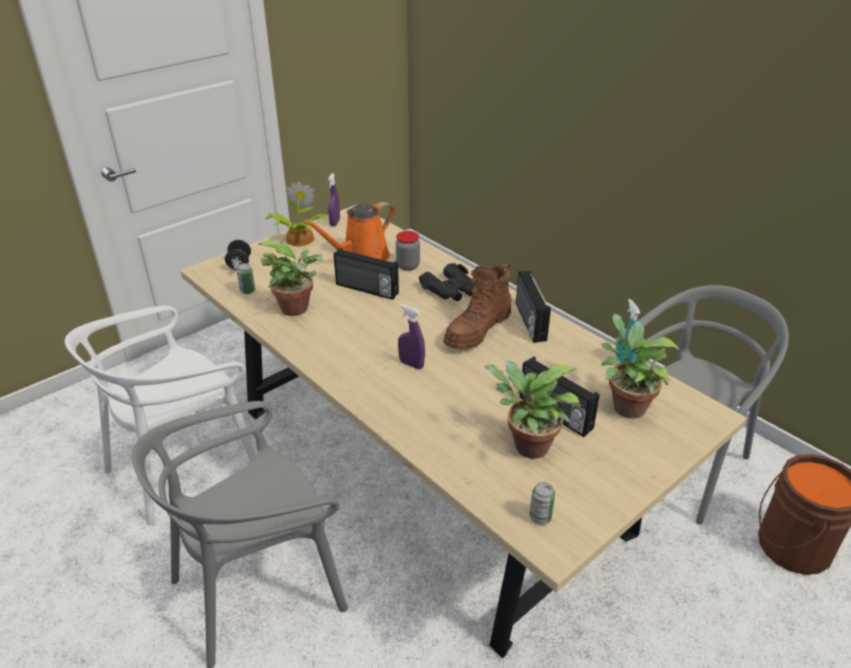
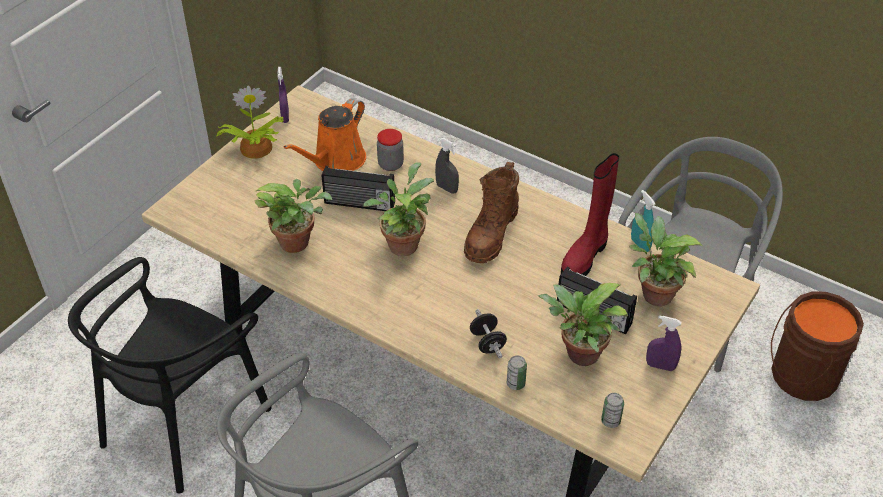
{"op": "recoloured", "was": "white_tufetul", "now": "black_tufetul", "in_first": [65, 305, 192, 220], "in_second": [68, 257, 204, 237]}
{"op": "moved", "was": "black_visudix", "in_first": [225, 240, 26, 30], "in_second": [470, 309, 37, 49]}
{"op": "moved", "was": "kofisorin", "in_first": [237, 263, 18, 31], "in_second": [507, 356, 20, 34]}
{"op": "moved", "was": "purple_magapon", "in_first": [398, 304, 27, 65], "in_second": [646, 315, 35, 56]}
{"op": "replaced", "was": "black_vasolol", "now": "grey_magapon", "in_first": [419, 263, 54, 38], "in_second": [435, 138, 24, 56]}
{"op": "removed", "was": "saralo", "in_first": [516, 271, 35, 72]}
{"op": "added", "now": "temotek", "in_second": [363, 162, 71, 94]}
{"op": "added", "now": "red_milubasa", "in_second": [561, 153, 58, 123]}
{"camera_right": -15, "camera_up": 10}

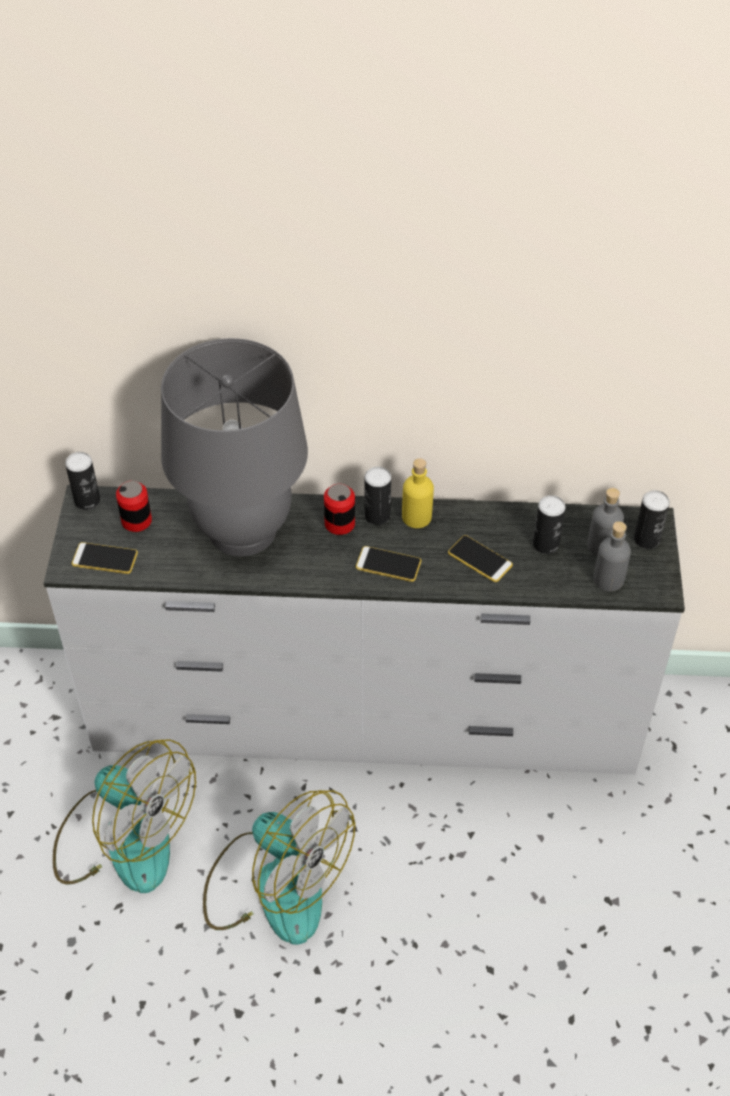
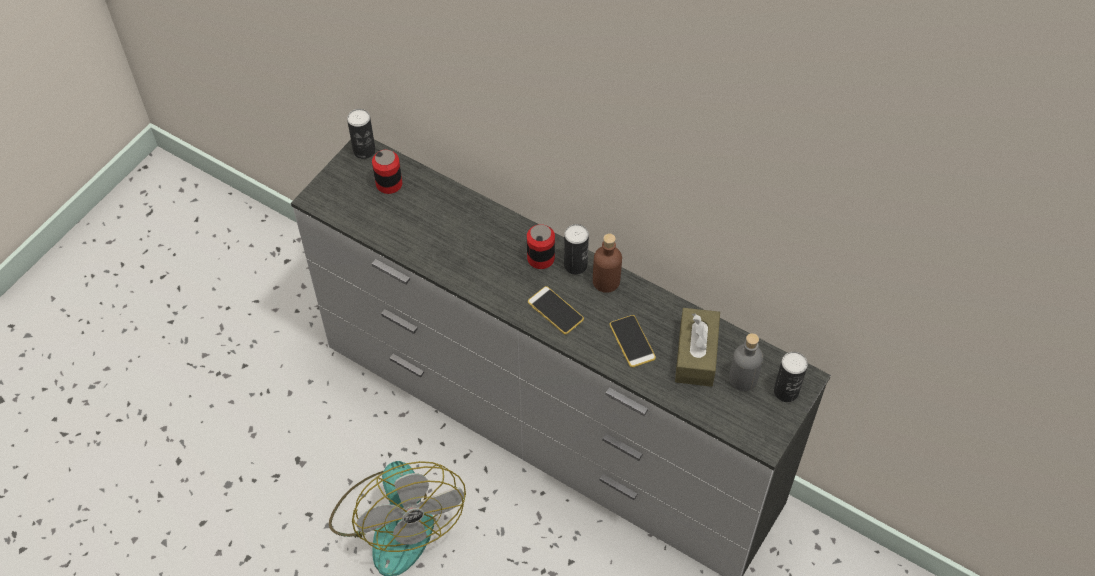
{"op": "removed", "was": "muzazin", "in_first": [53, 739, 143, 154]}
{"op": "removed", "was": "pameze", "in_first": [72, 542, 66, 32]}
{"op": "removed", "was": "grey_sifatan", "in_first": [161, 338, 147, 218]}
{"op": "recoloured", "was": "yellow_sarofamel", "now": "brown_sarofamel", "in_first": [402, 458, 32, 70], "in_second": [593, 233, 29, 60]}
{"op": "replaced", "was": "kofisorin", "now": "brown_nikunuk", "in_first": [533, 495, 33, 59], "in_second": [675, 308, 45, 79]}
{"op": "removed", "was": "grey_sarofamel", "in_first": [594, 521, 37, 71]}
{"camera_right": 30, "camera_up": 5}

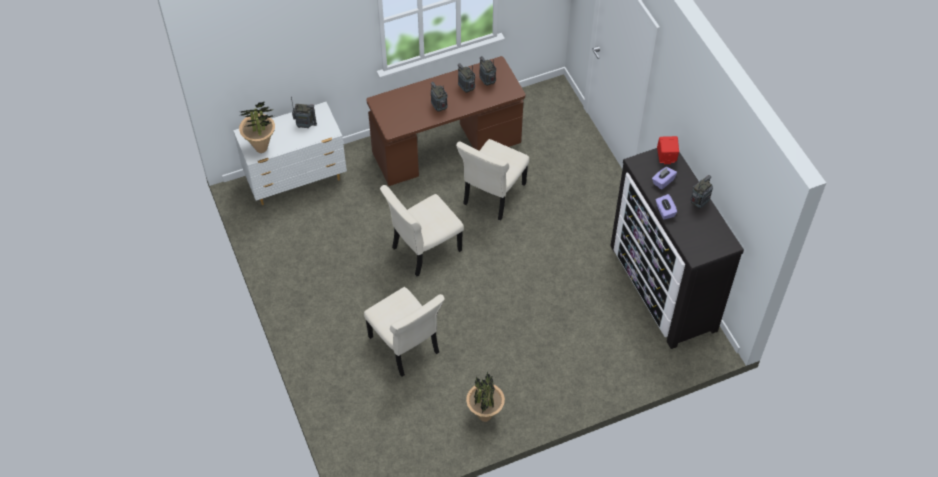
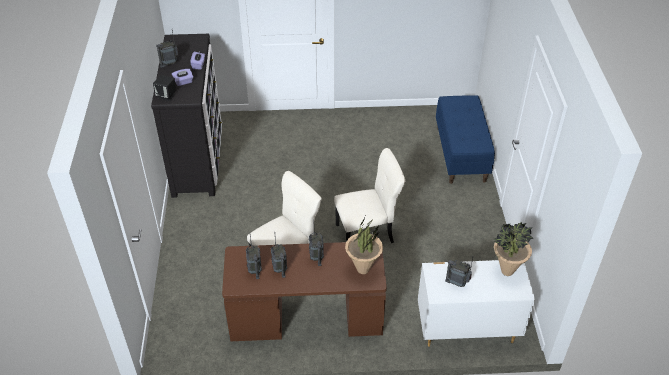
{"op": "removed", "was": "beige_tufetul", "in_first": [364, 287, 81, 90]}
{"op": "moved", "was": "temotek", "in_first": [466, 371, 39, 51], "in_second": [345, 218, 38, 56]}
{"op": "recoloured", "was": "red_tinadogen", "now": "black_tinadogen", "in_first": [657, 136, 22, 28], "in_second": [153, 75, 23, 26]}
{"op": "added", "now": "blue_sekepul", "in_second": [436, 95, 59, 89]}
{"camera_right": -160, "camera_up": -10}

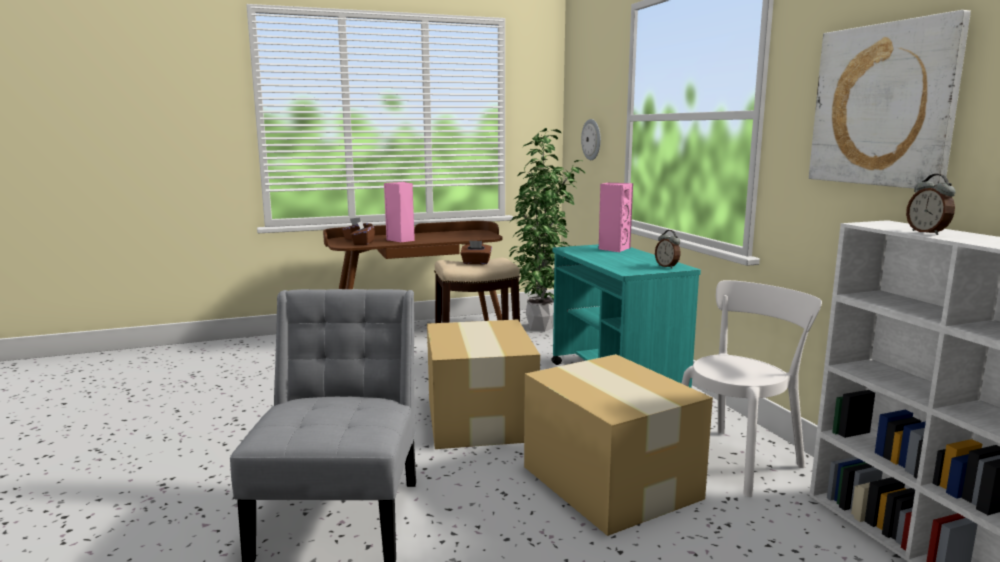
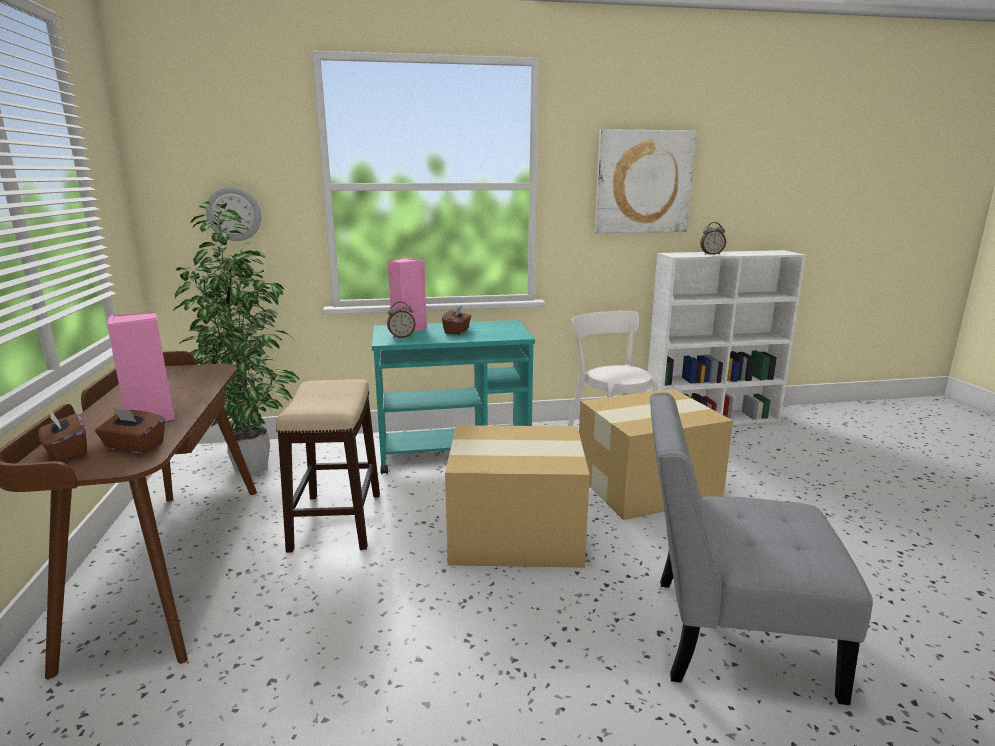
{"op": "moved", "was": "brown_nikunuk", "in_first": [460, 240, 32, 24], "in_second": [442, 305, 29, 30]}
{"op": "moved", "was": "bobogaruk", "in_first": [655, 230, 25, 38], "in_second": [387, 301, 28, 37]}
{"camera_right": -80, "camera_up": 5}

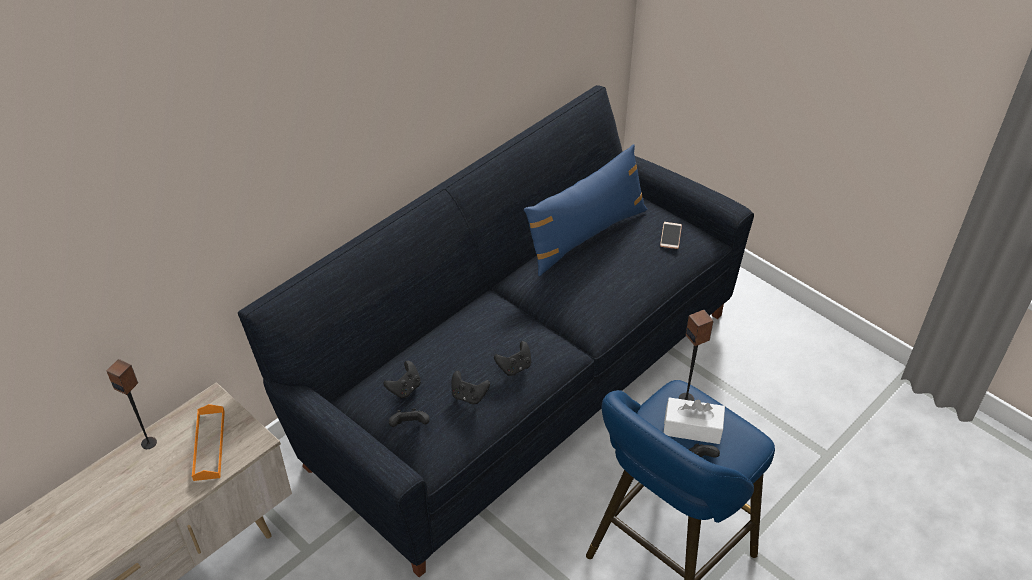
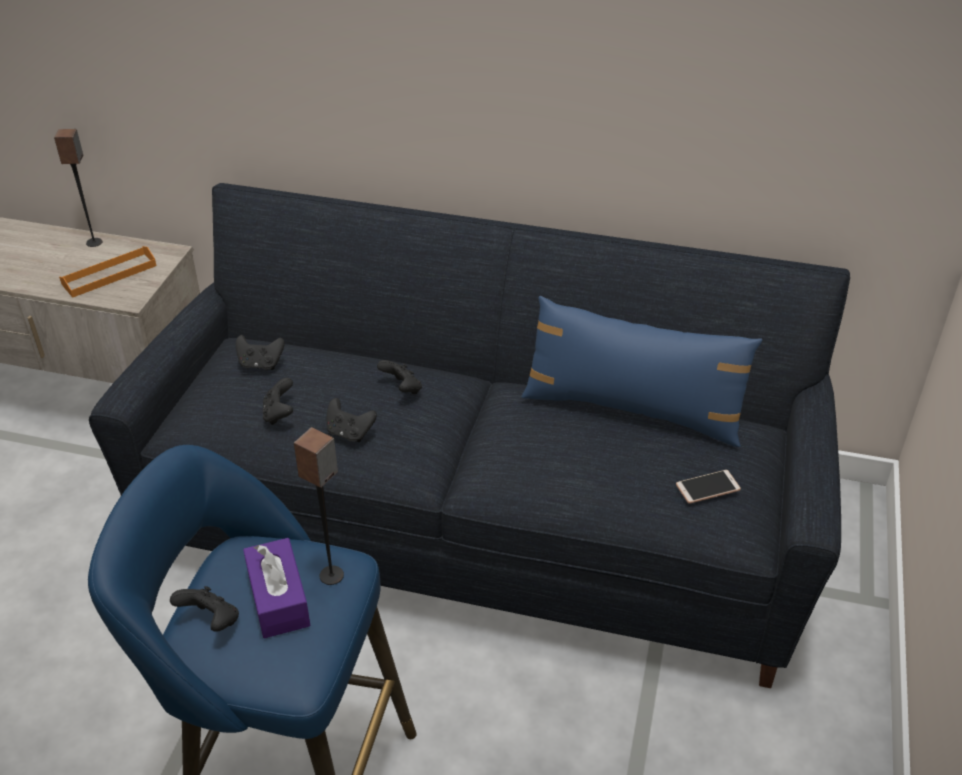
{"op": "moved", "was": "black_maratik", "in_first": [389, 409, 41, 18], "in_second": [377, 360, 45, 34]}
{"op": "recoloured", "was": "white_nikunuk", "now": "purple_nikunuk", "in_first": [664, 397, 61, 47], "in_second": [243, 538, 67, 100]}
{"camera_right": 60, "camera_up": -5}

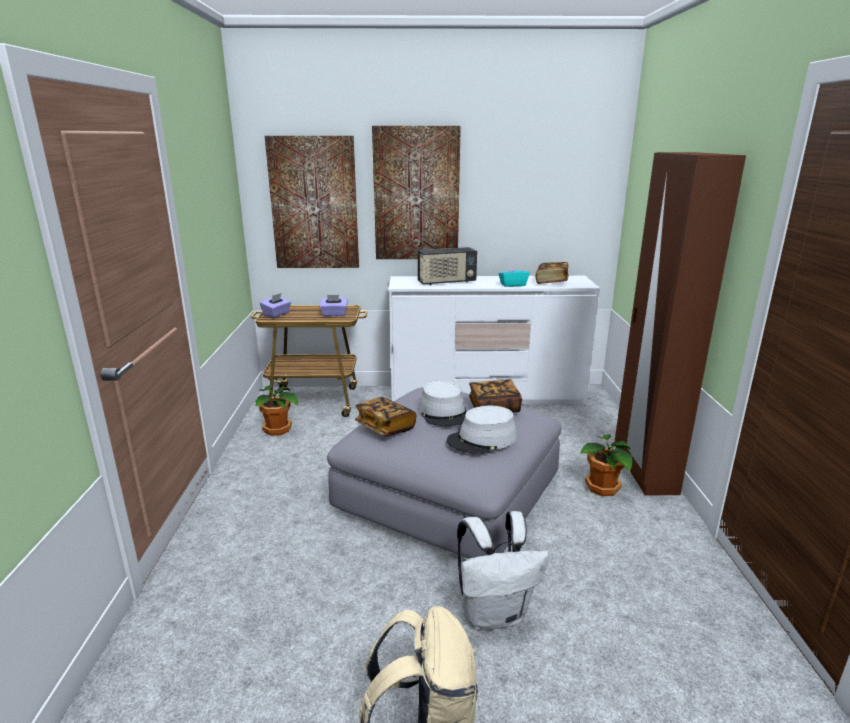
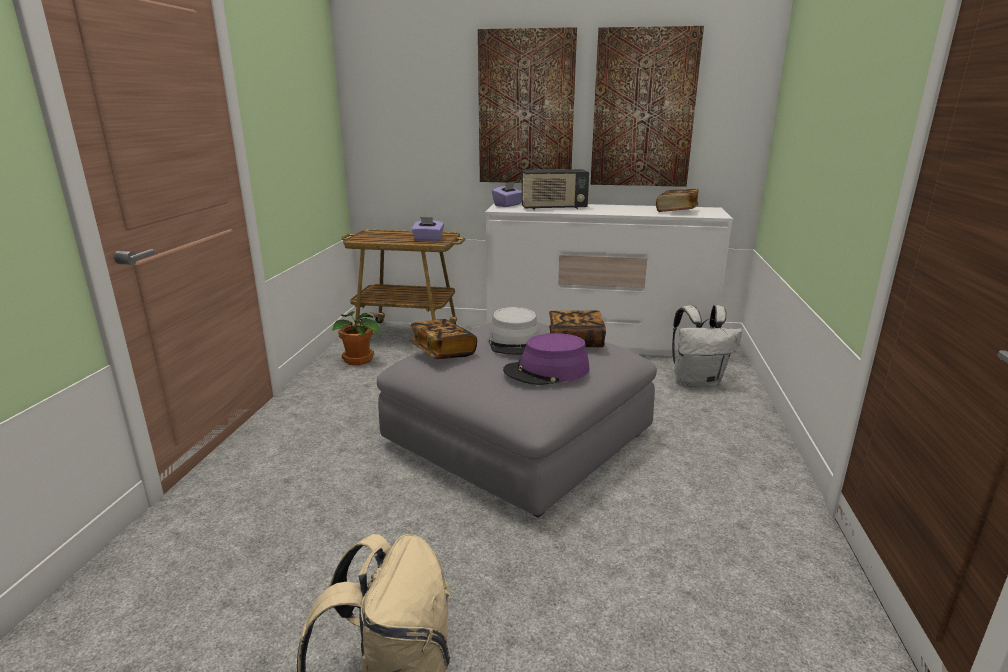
{"op": "moved", "was": "purple_nikunuk", "in_first": [260, 293, 31, 25], "in_second": [492, 182, 30, 25]}
{"op": "moved", "was": "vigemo", "in_first": [265, 136, 94, 132], "in_second": [590, 26, 114, 161]}
{"op": "recoloured", "was": "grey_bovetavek", "now": "purple_bovetavek", "in_first": [447, 406, 70, 48], "in_second": [503, 333, 87, 52]}
{"op": "moved", "was": "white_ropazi", "in_first": [457, 511, 92, 119], "in_second": [672, 305, 70, 82]}
{"op": "removed", "was": "turquoise_nikunuk", "in_first": [498, 263, 32, 24]}
{"op": "removed", "was": "temotek", "in_first": [580, 434, 53, 62]}
{"op": "removed", "was": "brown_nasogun", "in_first": [615, 152, 131, 344]}
{"camera_right": 10, "camera_up": 0}

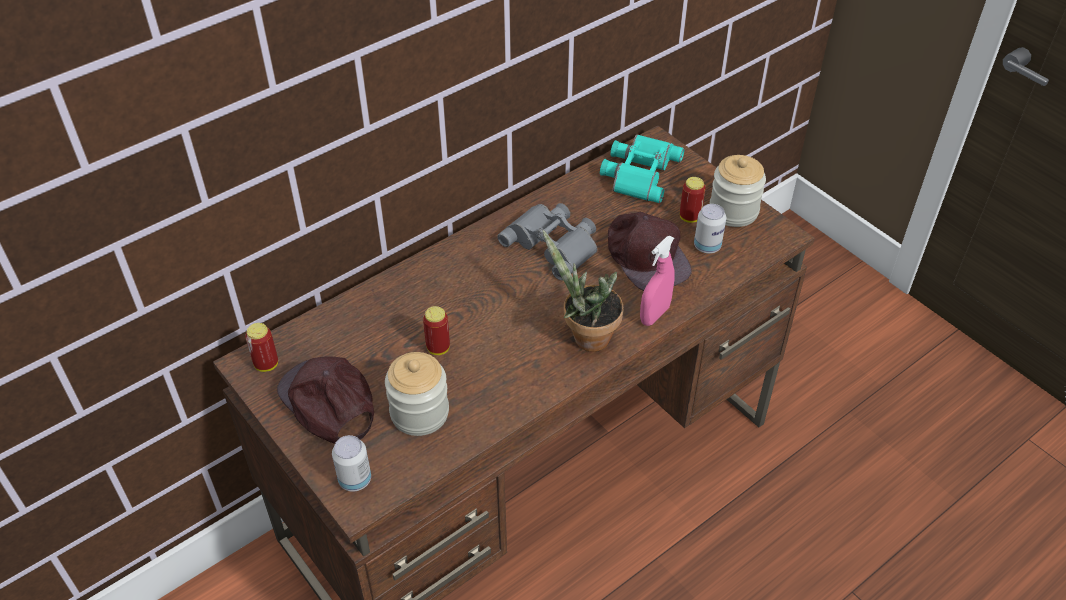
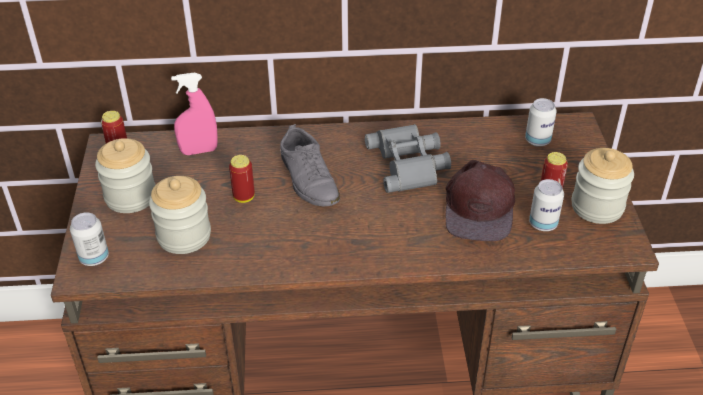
{"op": "replaced", "was": "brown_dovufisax", "now": "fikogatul", "in_first": [277, 356, 97, 88], "in_second": [95, 138, 61, 75]}
{"op": "removed", "was": "temotek", "in_first": [543, 230, 80, 122]}
{"op": "replaced", "was": "turquoise_vasolol", "now": "kofisorin", "in_first": [600, 134, 84, 69], "in_second": [525, 98, 32, 49]}
{"op": "moved", "was": "pink_magapon", "in_first": [640, 236, 35, 90], "in_second": [171, 72, 47, 83]}
{"op": "added", "now": "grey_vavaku", "in_second": [280, 124, 60, 82]}
{"camera_right": 35, "camera_up": -5}

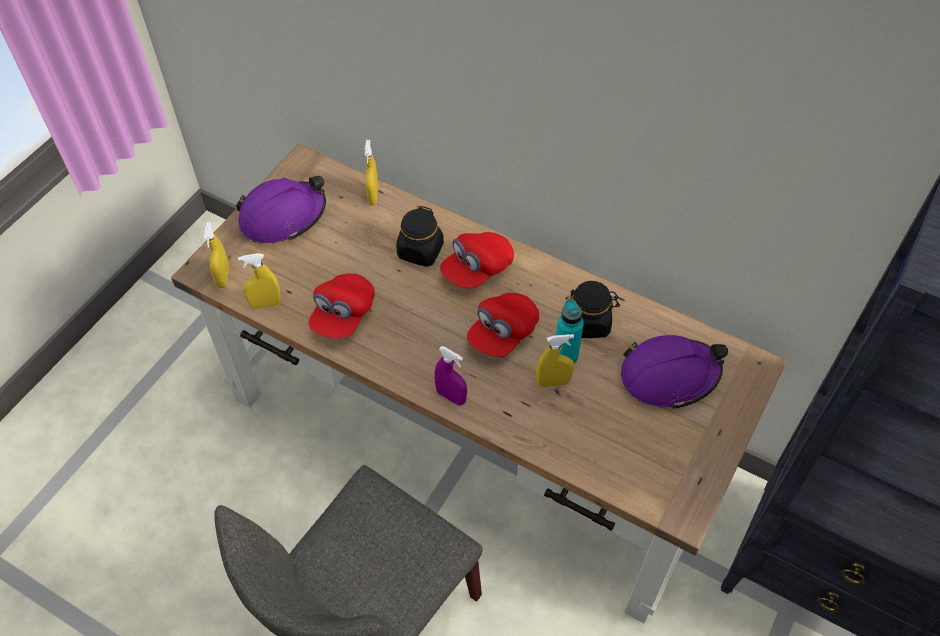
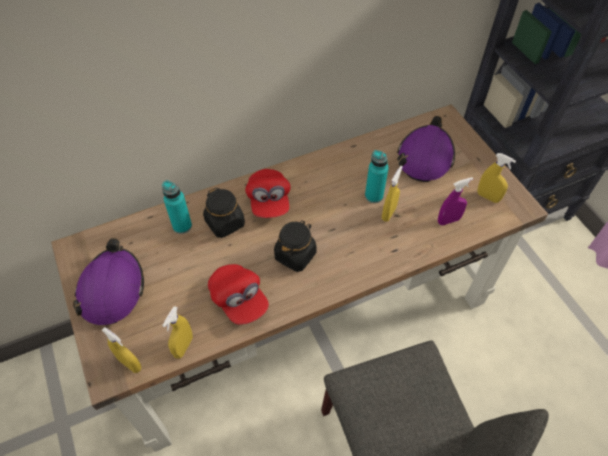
{"op": "moved", "was": "yellow_magapon", "in_first": [365, 140, 13, 65], "in_second": [477, 153, 39, 50]}
{"op": "moved", "was": "purple_magapon", "in_first": [434, 346, 33, 60], "in_second": [438, 177, 35, 48]}
{"op": "removed", "was": "red_dovufisax", "in_first": [467, 293, 72, 64]}
{"op": "moved", "was": "black_fikogatul", "in_first": [566, 281, 54, 57], "in_second": [274, 220, 43, 52]}
{"op": "added", "now": "turquoise_sarofamel", "in_second": [162, 180, 30, 54]}
{"camera_right": -55, "camera_up": 0}

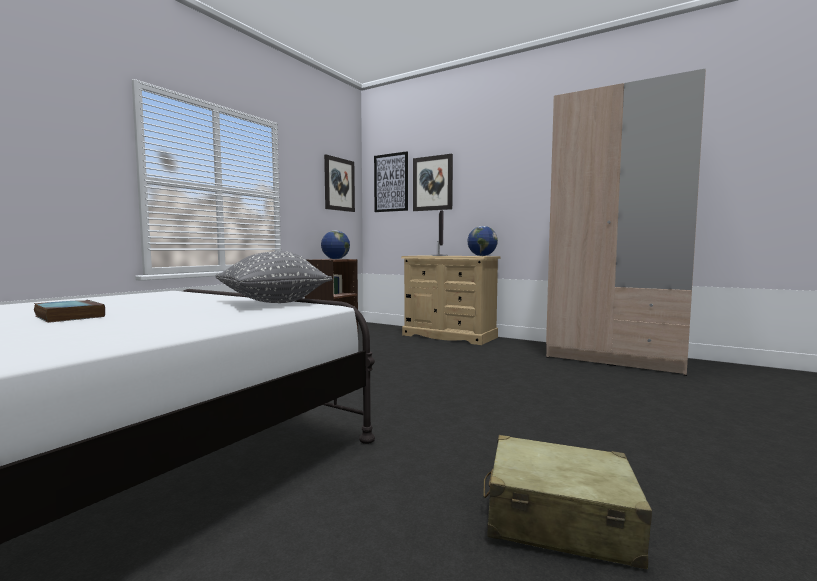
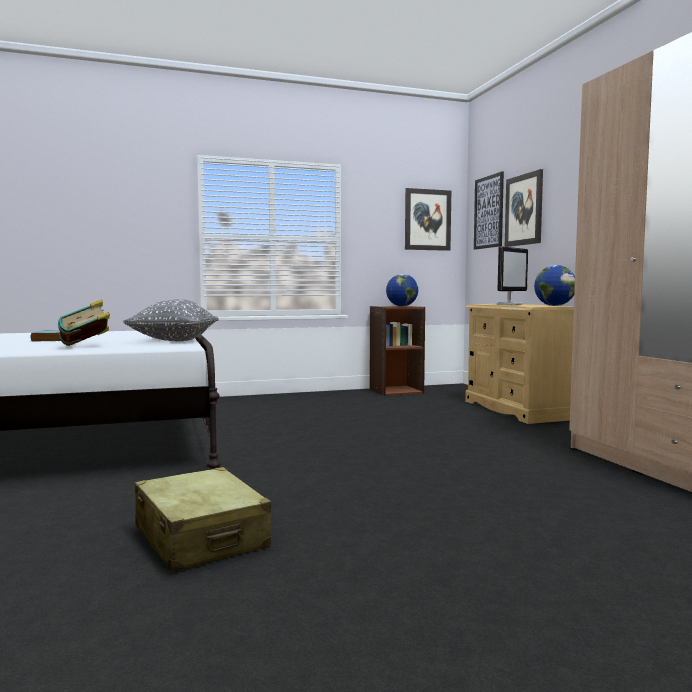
{"op": "added", "now": "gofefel", "in_second": [58, 300, 52, 46]}
{"camera_right": 40, "camera_up": 0}

